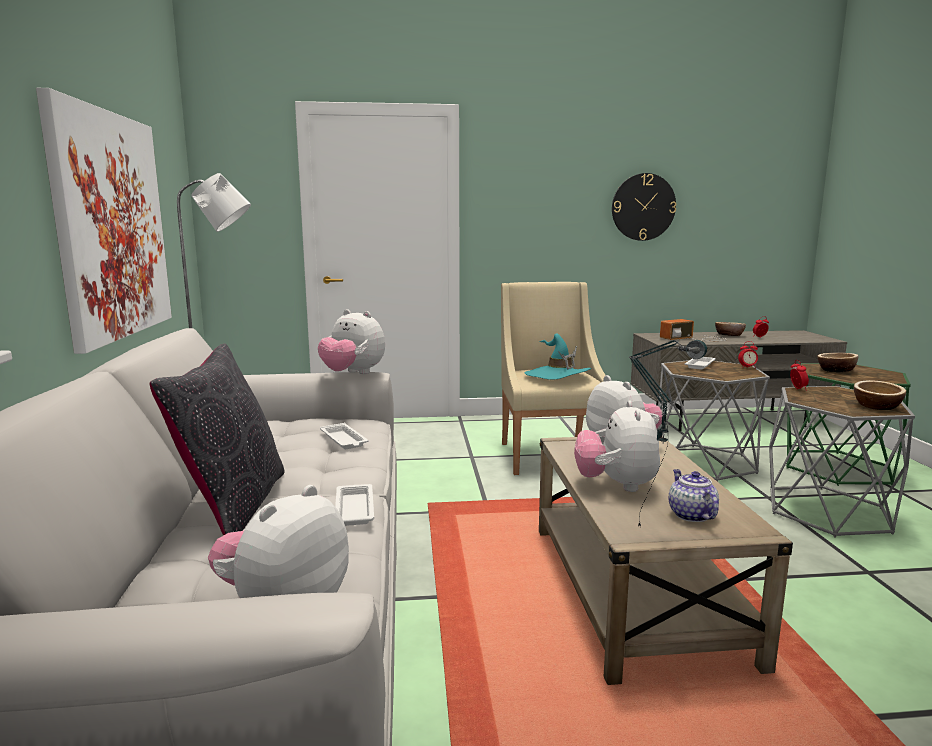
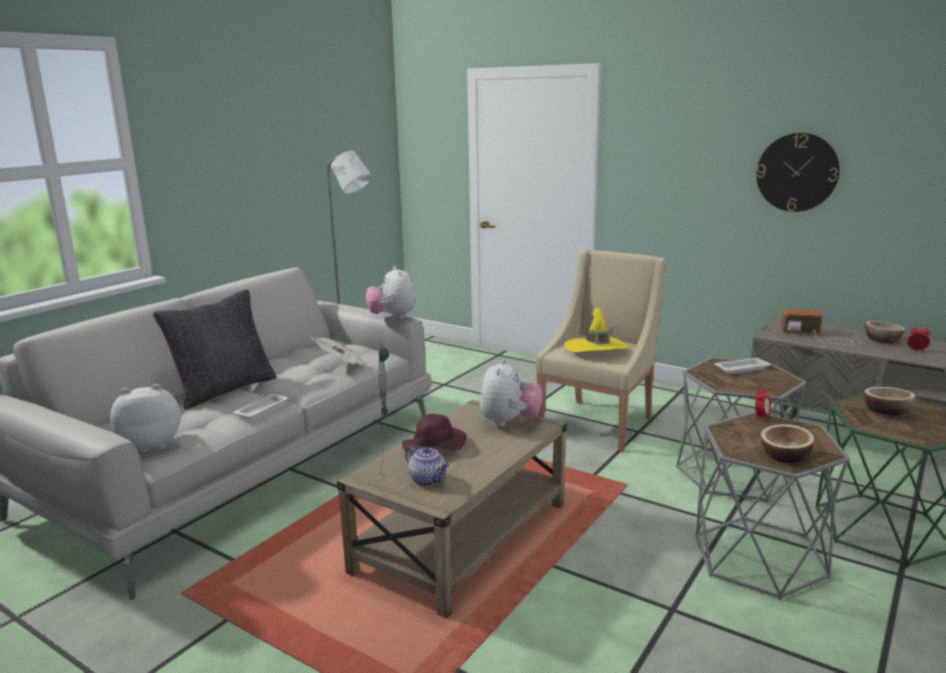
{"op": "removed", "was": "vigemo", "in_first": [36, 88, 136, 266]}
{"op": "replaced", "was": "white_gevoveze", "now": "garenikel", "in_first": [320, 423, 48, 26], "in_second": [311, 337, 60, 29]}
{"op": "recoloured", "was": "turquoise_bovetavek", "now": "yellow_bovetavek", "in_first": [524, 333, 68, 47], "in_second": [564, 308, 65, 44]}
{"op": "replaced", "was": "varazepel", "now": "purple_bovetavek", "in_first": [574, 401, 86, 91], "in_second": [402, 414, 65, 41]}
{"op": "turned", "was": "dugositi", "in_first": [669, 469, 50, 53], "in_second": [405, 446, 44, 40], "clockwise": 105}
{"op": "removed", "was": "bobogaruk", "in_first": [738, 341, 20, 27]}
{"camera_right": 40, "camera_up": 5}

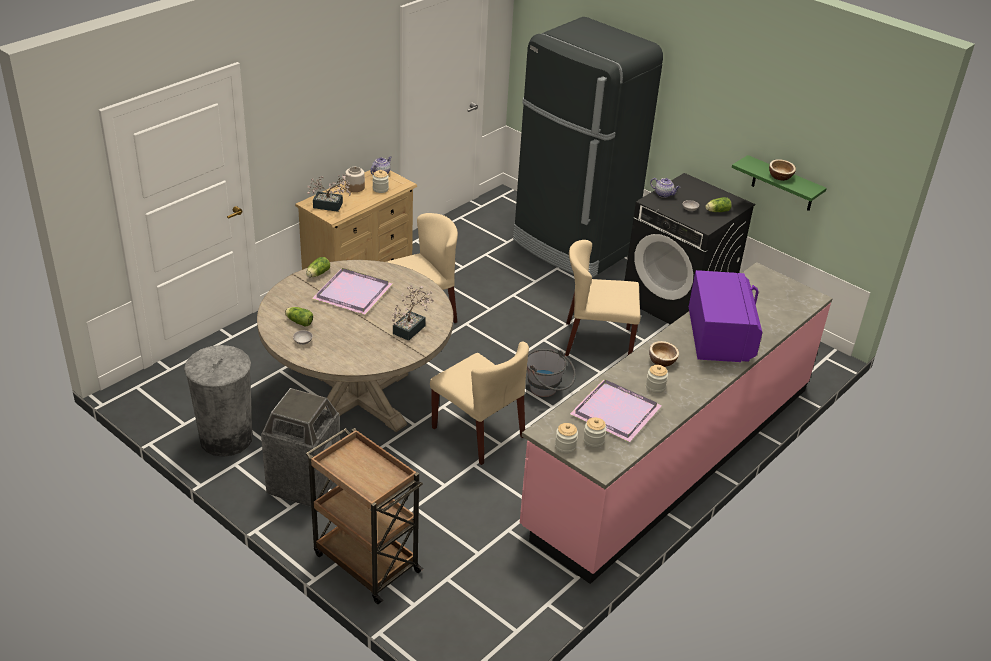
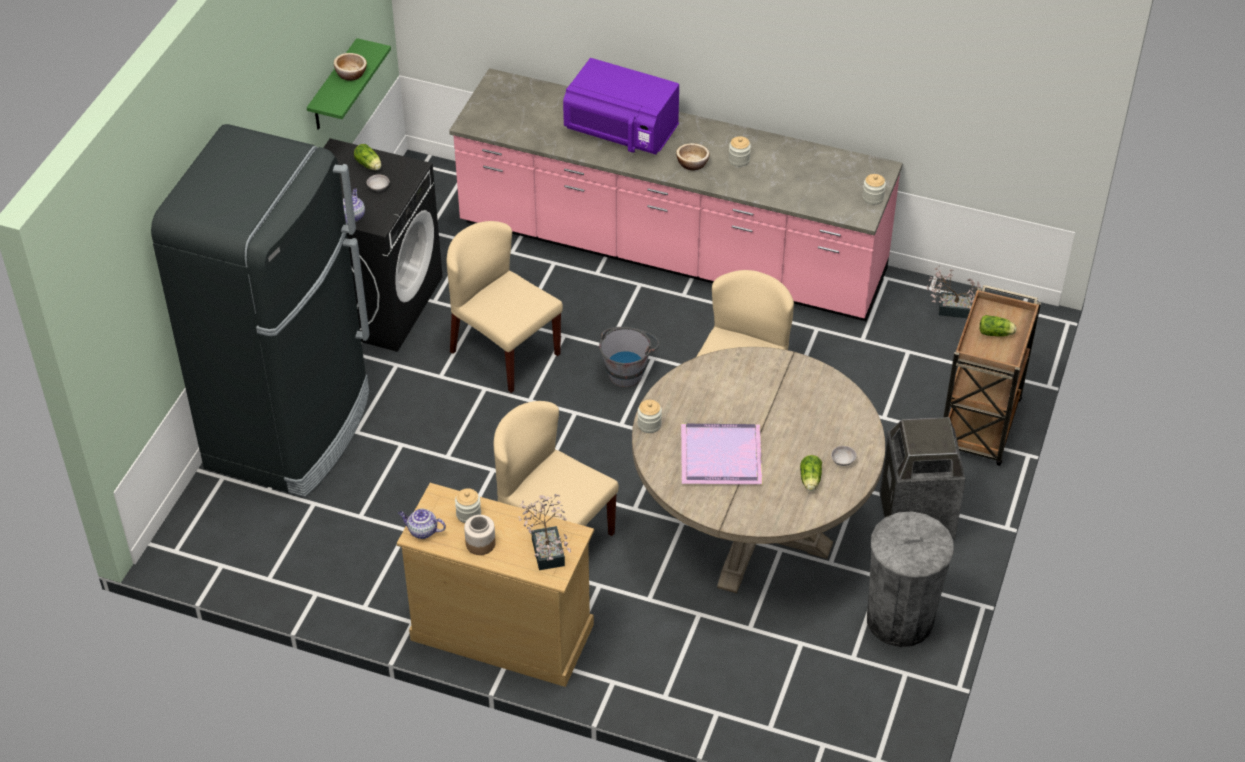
{"op": "moved", "was": "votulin", "in_first": [306, 257, 24, 20], "in_second": [980, 315, 37, 22]}
{"op": "moved", "was": "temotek", "in_first": [392, 285, 42, 56], "in_second": [927, 266, 54, 52]}
{"op": "turned", "was": "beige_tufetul", "in_first": [565, 240, 75, 116], "in_second": [447, 221, 116, 172], "clockwise": 150}
{"op": "removed", "was": "purple_gevoveze", "in_first": [570, 379, 92, 63]}
{"op": "moved", "was": "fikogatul", "in_first": [583, 417, 24, 31], "in_second": [638, 400, 24, 33]}
{"op": "turned", "was": "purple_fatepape", "in_first": [689, 270, 73, 92], "in_second": [563, 58, 116, 97], "clockwise": -135}
{"camera_right": -110, "camera_up": 10}

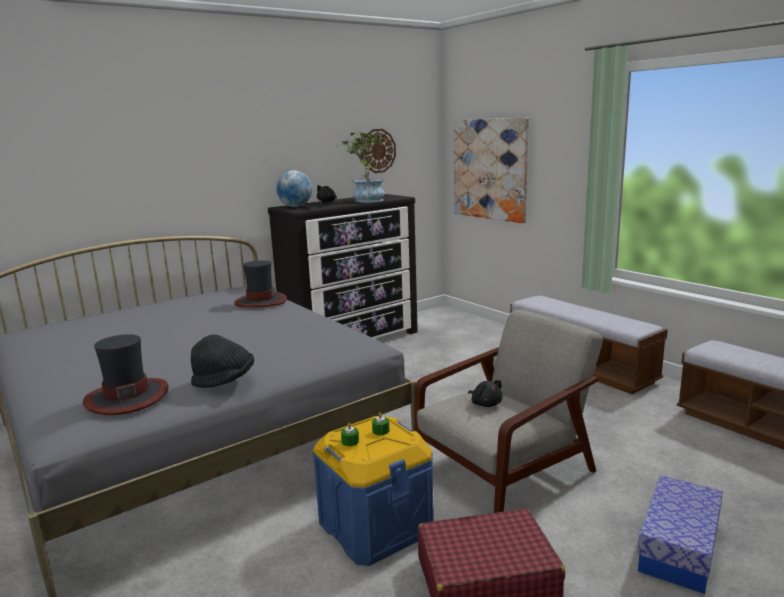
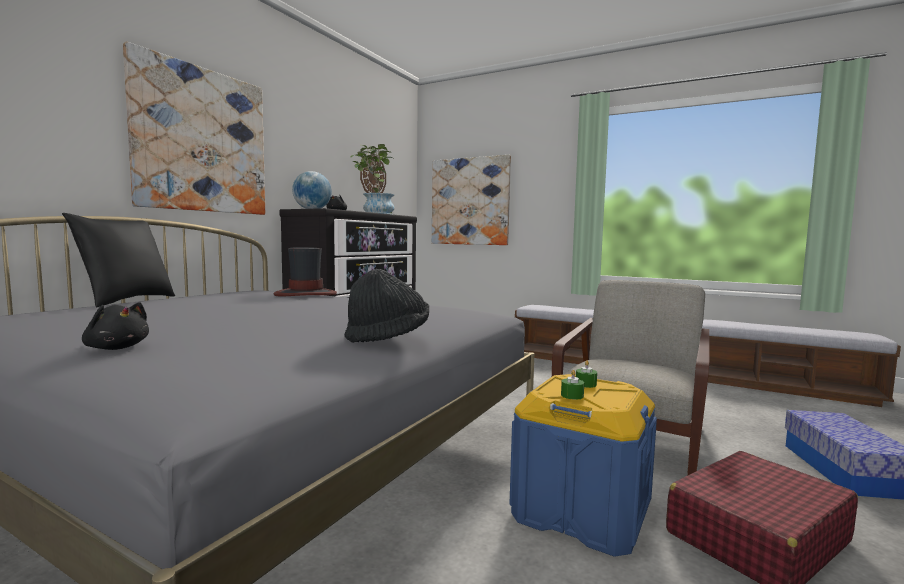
{"op": "removed", "was": "bovetavek", "in_first": [83, 334, 86, 81]}
{"op": "moved", "was": "black_varazepel", "in_first": [468, 380, 35, 27], "in_second": [82, 302, 67, 48]}
{"op": "added", "now": "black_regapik", "in_second": [62, 213, 113, 94]}
{"op": "added", "now": "vigemo", "in_second": [123, 42, 142, 173]}
{"camera_right": -25, "camera_up": -10}

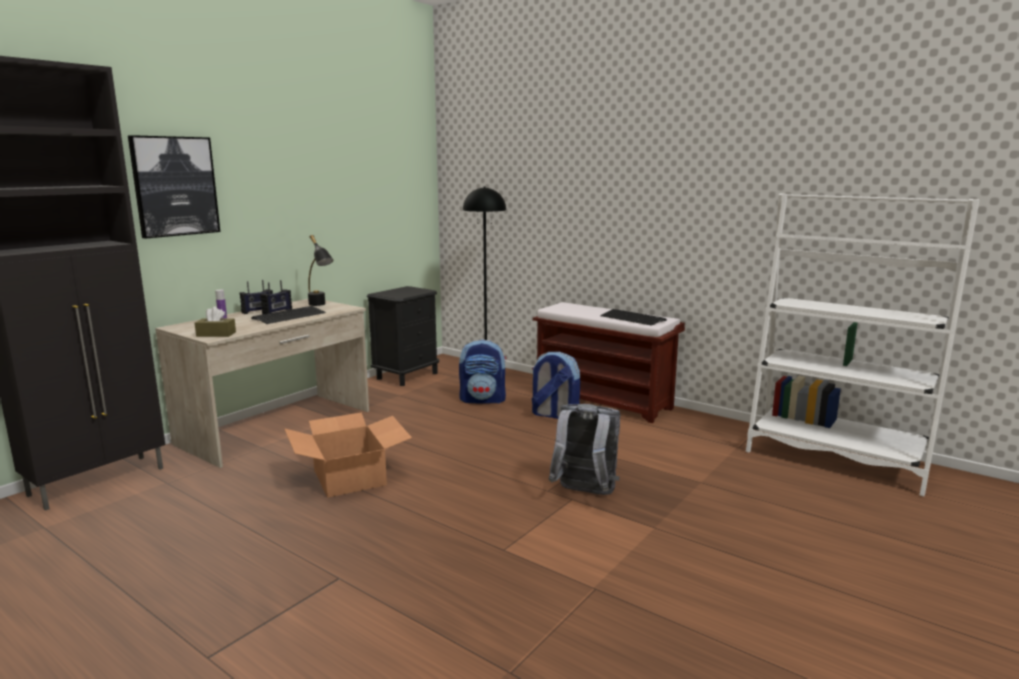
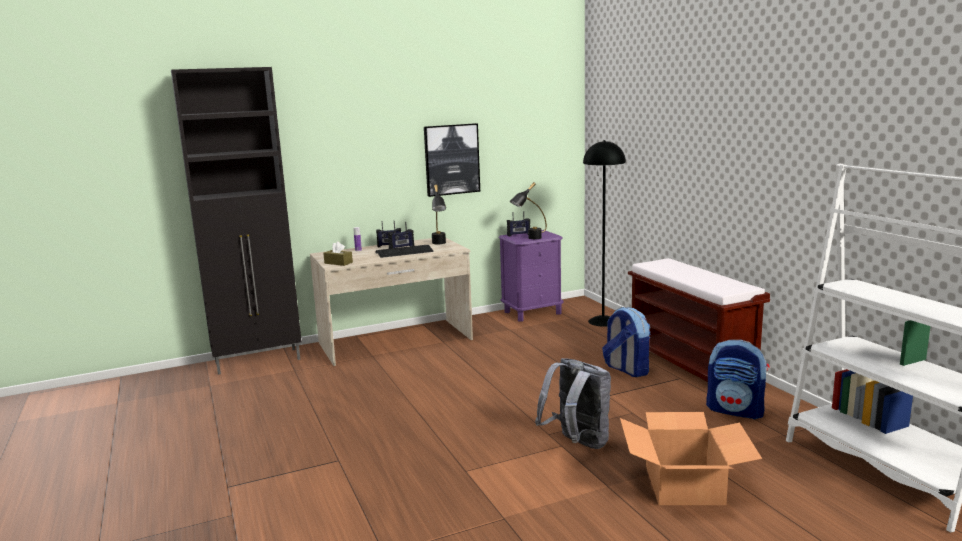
{"op": "moved", "was": "vigemo", "in_first": [128, 135, 92, 104], "in_second": [424, 123, 56, 74]}
{"op": "moved", "was": "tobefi", "in_first": [284, 412, 128, 86], "in_second": [620, 412, 142, 93]}
{"op": "recoloured", "was": "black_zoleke", "now": "purple_zoleke", "in_first": [367, 286, 72, 100], "in_second": [498, 230, 65, 92]}
{"op": "moved", "was": "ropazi", "in_first": [459, 340, 47, 64], "in_second": [706, 340, 64, 79]}
{"op": "removed", "was": "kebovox", "in_first": [600, 309, 67, 17]}
{"op": "added", "now": "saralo", "in_second": [507, 211, 23, 25]}
{"op": "added", "now": "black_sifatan", "in_second": [510, 182, 37, 57]}
{"camera_right": 30, "camera_up": 0}

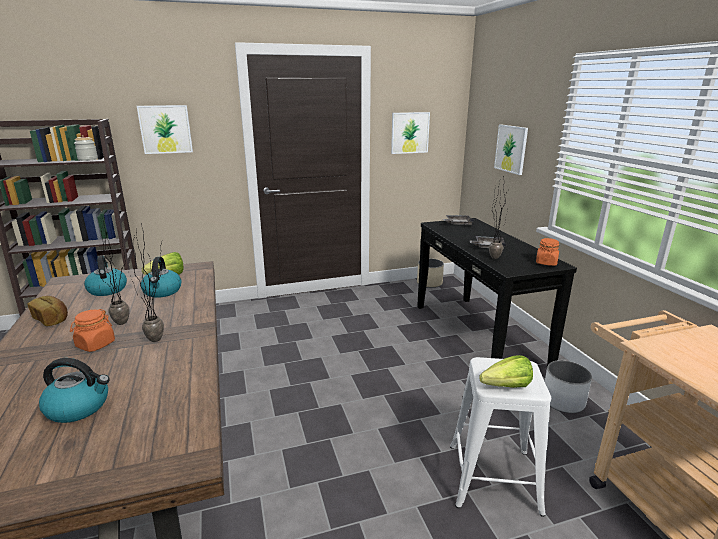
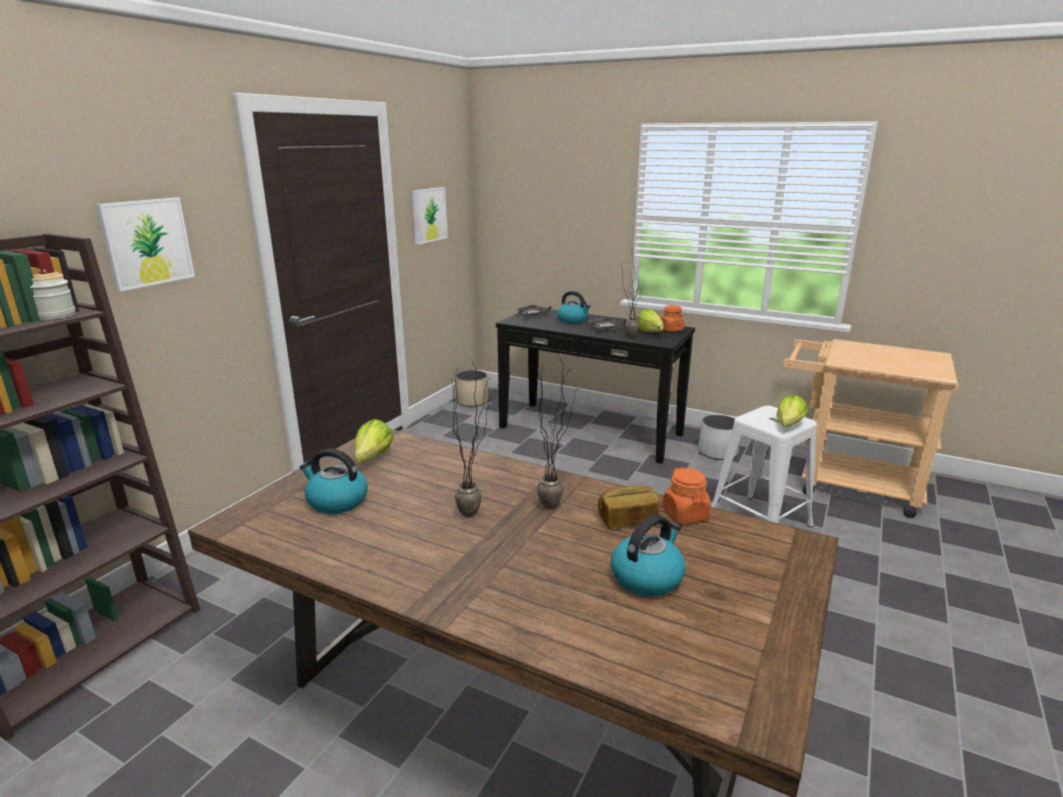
{"op": "moved", "was": "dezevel", "in_first": [27, 296, 41, 30], "in_second": [598, 486, 62, 42]}
{"op": "moved", "was": "orange_fikogatul", "in_first": [70, 309, 45, 43], "in_second": [662, 467, 49, 57]}
{"op": "moved", "was": "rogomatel", "in_first": [141, 257, 41, 41], "in_second": [557, 291, 34, 32]}
{"op": "removed", "was": "vigemo", "in_first": [494, 124, 34, 51]}
{"op": "added", "now": "votulin", "in_second": [637, 308, 27, 24]}
{"camera_right": -45, "camera_up": 0}

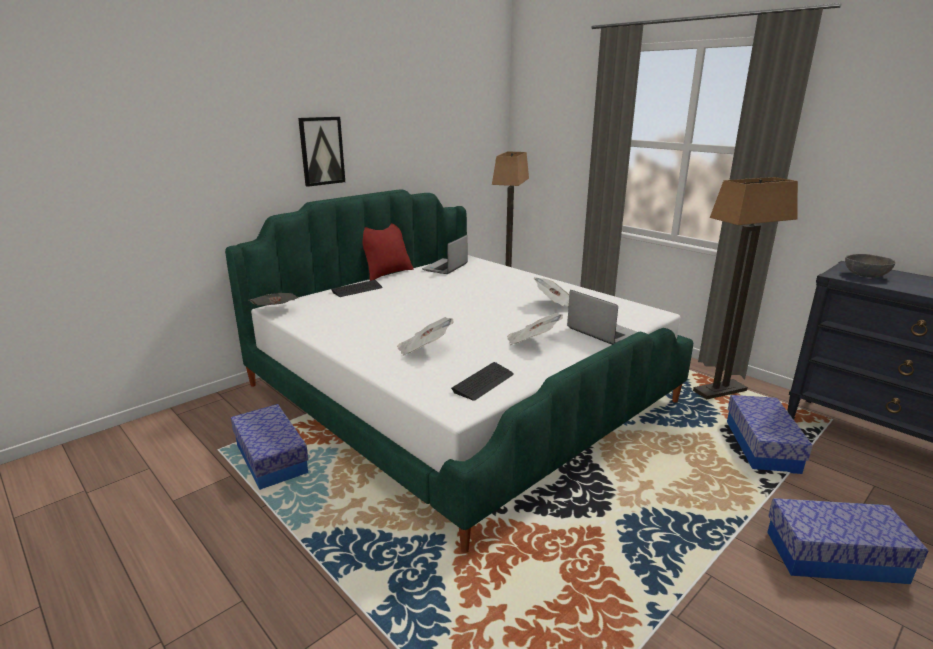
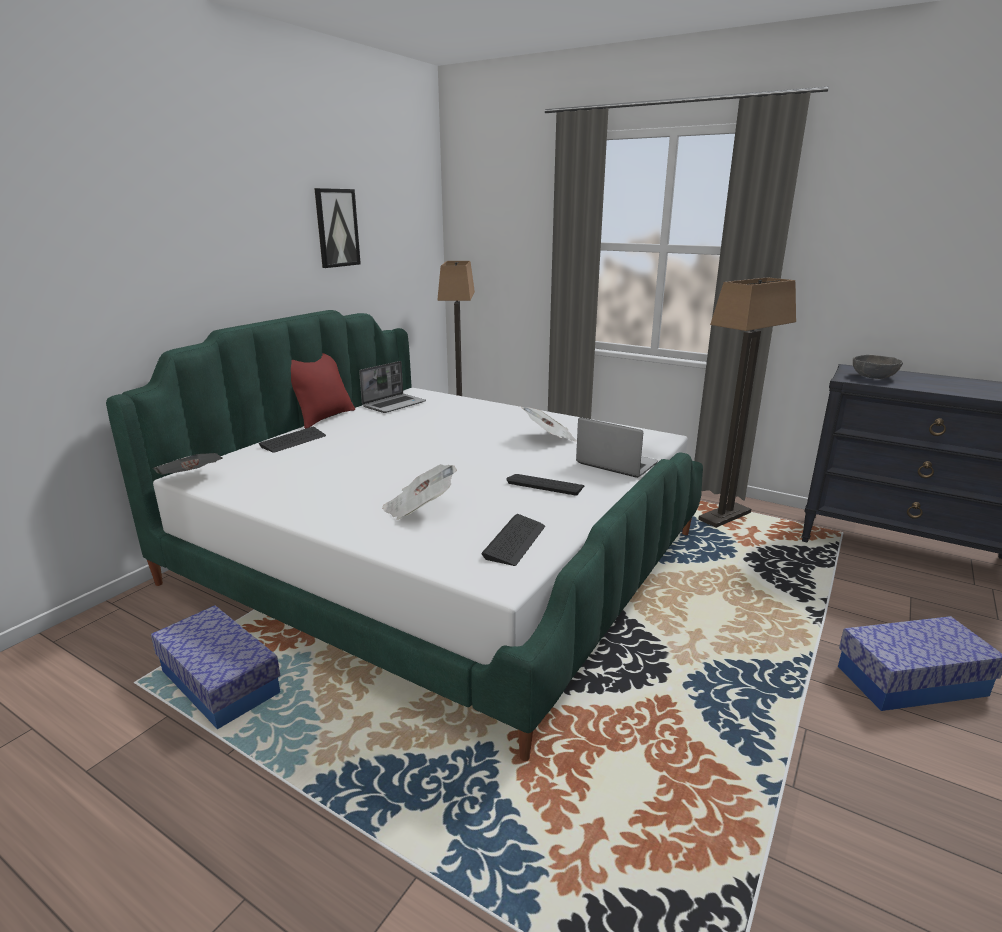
{"op": "moved", "was": "vigemo", "in_first": [298, 117, 47, 70], "in_second": [314, 188, 47, 80]}
{"op": "turned", "was": "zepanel", "in_first": [422, 235, 46, 39], "in_second": [359, 361, 67, 52], "clockwise": -150}
{"op": "replaced", "was": "garenikel", "now": "kebovox", "in_first": [507, 313, 56, 32], "in_second": [506, 474, 79, 22]}
{"op": "removed", "was": "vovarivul", "in_first": [727, 395, 85, 79]}
{"camera_right": -15, "camera_up": 0}

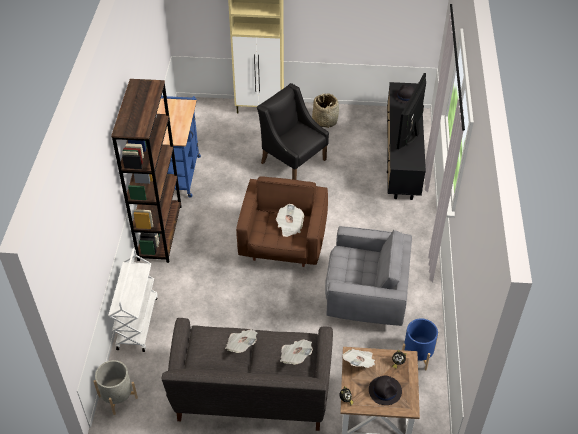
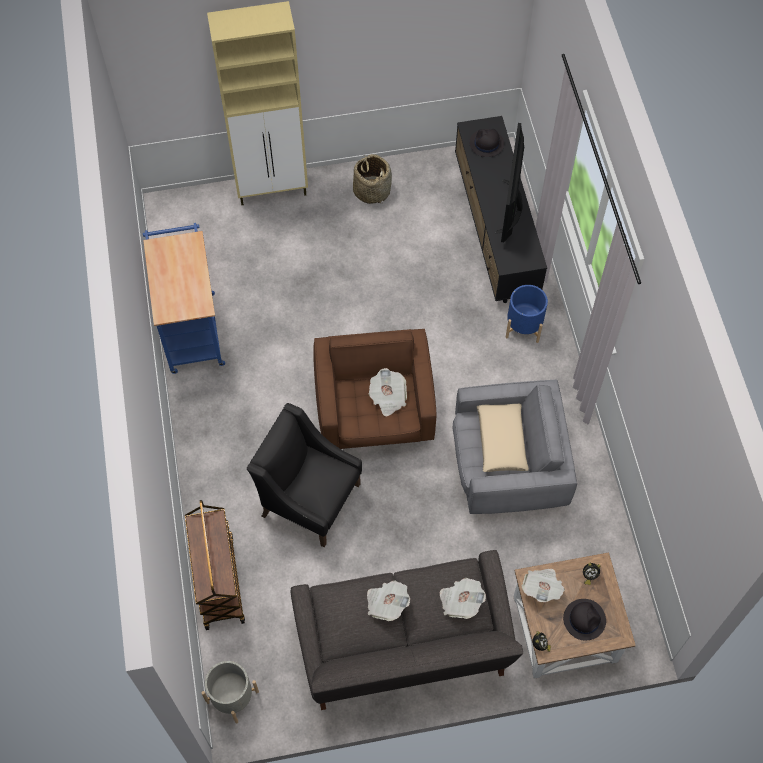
{"op": "recoloured", "was": "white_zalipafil", "now": "brown_zalipafil", "in_first": [108, 248, 49, 104], "in_second": [185, 500, 60, 130]}
{"op": "removed", "was": "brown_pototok", "in_first": [111, 79, 71, 184]}
{"op": "moved", "was": "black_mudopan", "in_first": [257, 83, 72, 97], "in_second": [247, 403, 115, 144]}
{"op": "moved", "was": "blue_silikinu", "in_first": [402, 318, 37, 53], "in_second": [506, 285, 42, 58]}
{"op": "added", "now": "beige_regapik", "in_second": [477, 403, 52, 69]}
{"camera_right": -15, "camera_up": 15}

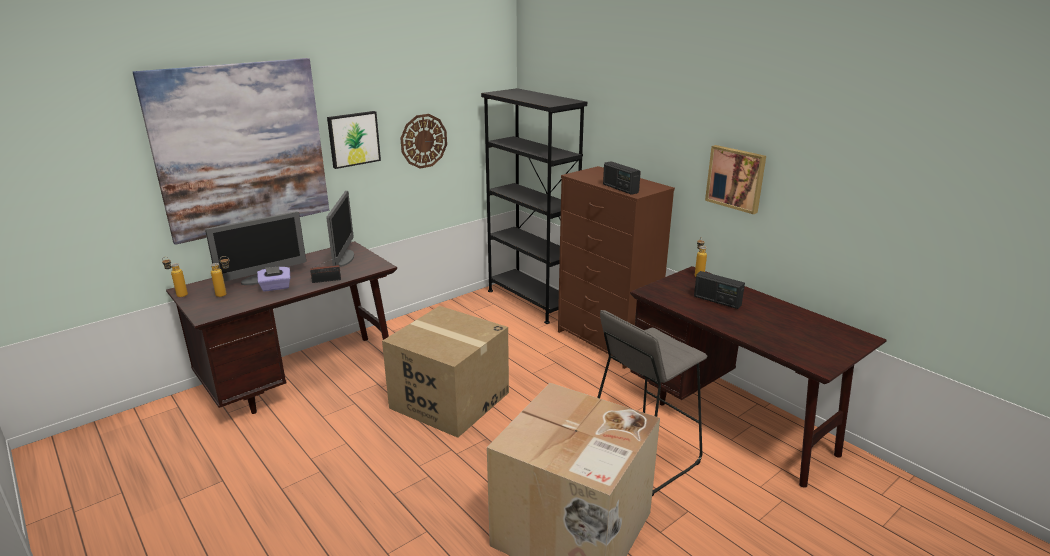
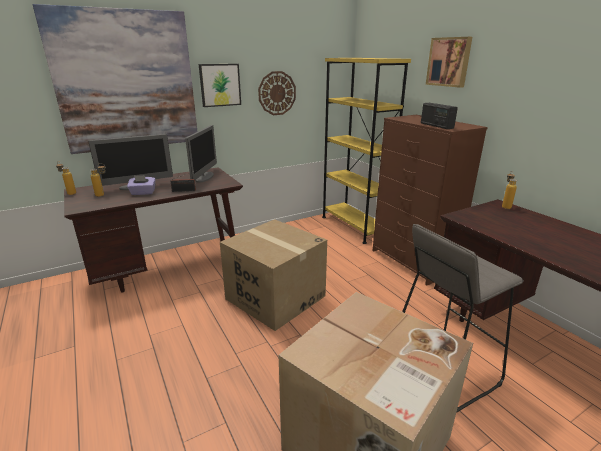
{"op": "recoloured", "was": "black_pototok", "now": "yellow_pototok", "in_first": [481, 88, 106, 236], "in_second": [322, 58, 89, 186]}
{"op": "removed", "was": "saralo", "in_first": [694, 271, 51, 38]}
{"op": "moved", "was": "vigemo", "in_first": [705, 145, 61, 70], "in_second": [426, 37, 46, 51]}
{"camera_right": 10, "camera_up": 0}

